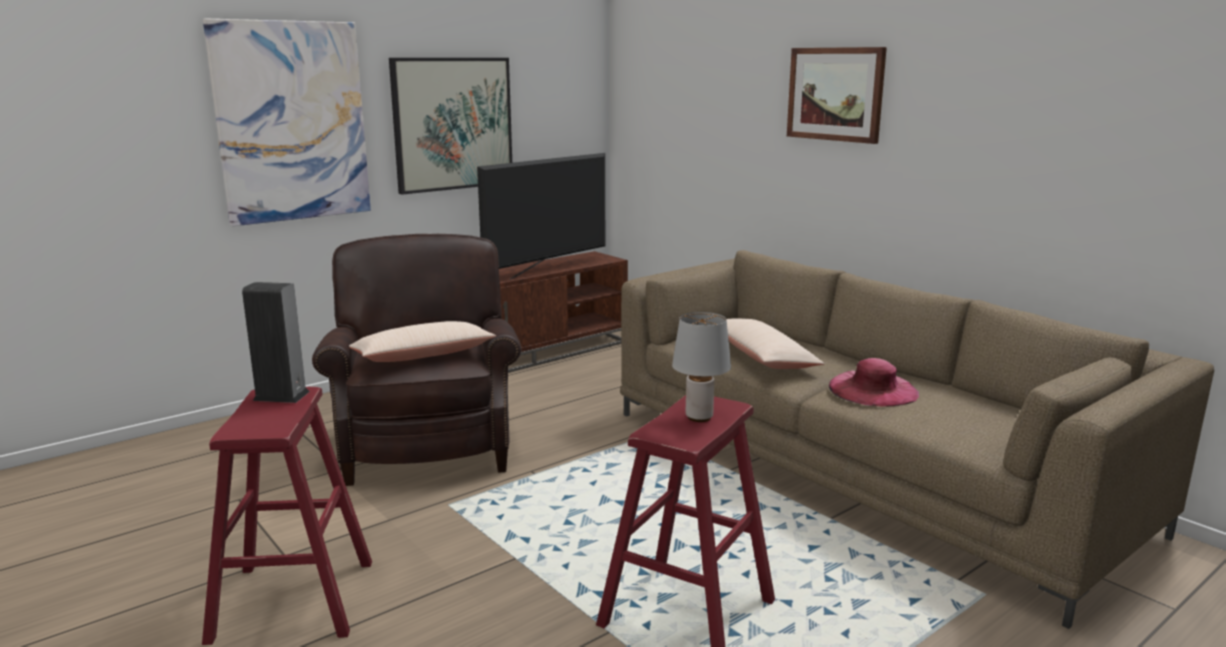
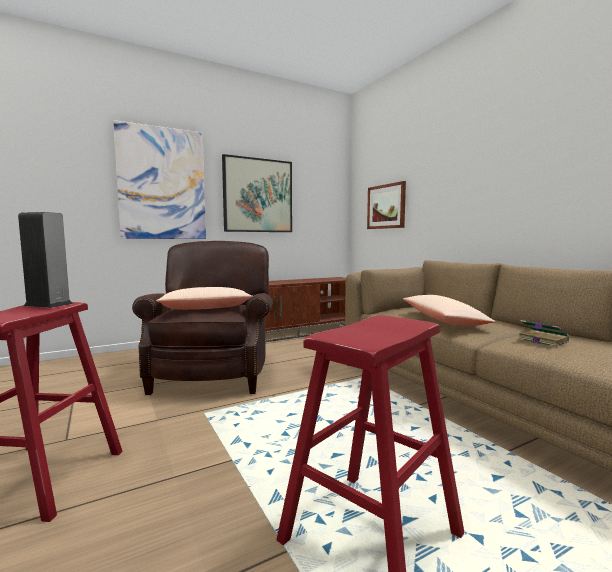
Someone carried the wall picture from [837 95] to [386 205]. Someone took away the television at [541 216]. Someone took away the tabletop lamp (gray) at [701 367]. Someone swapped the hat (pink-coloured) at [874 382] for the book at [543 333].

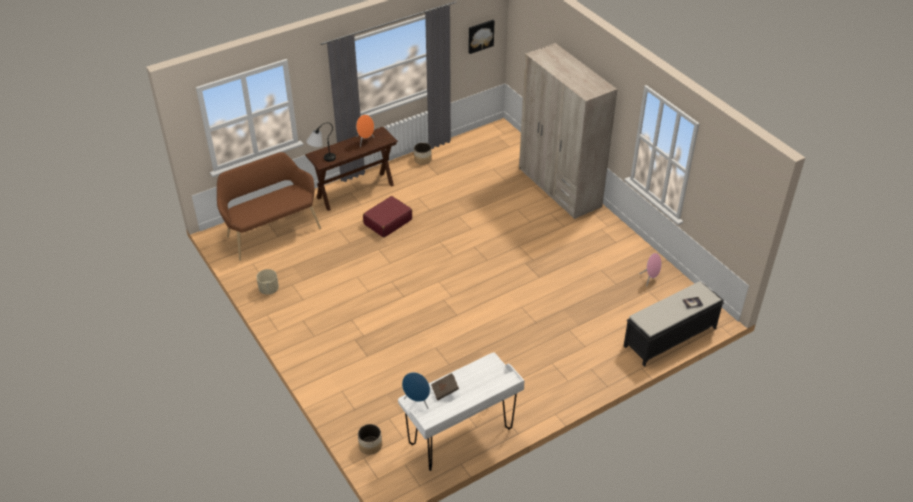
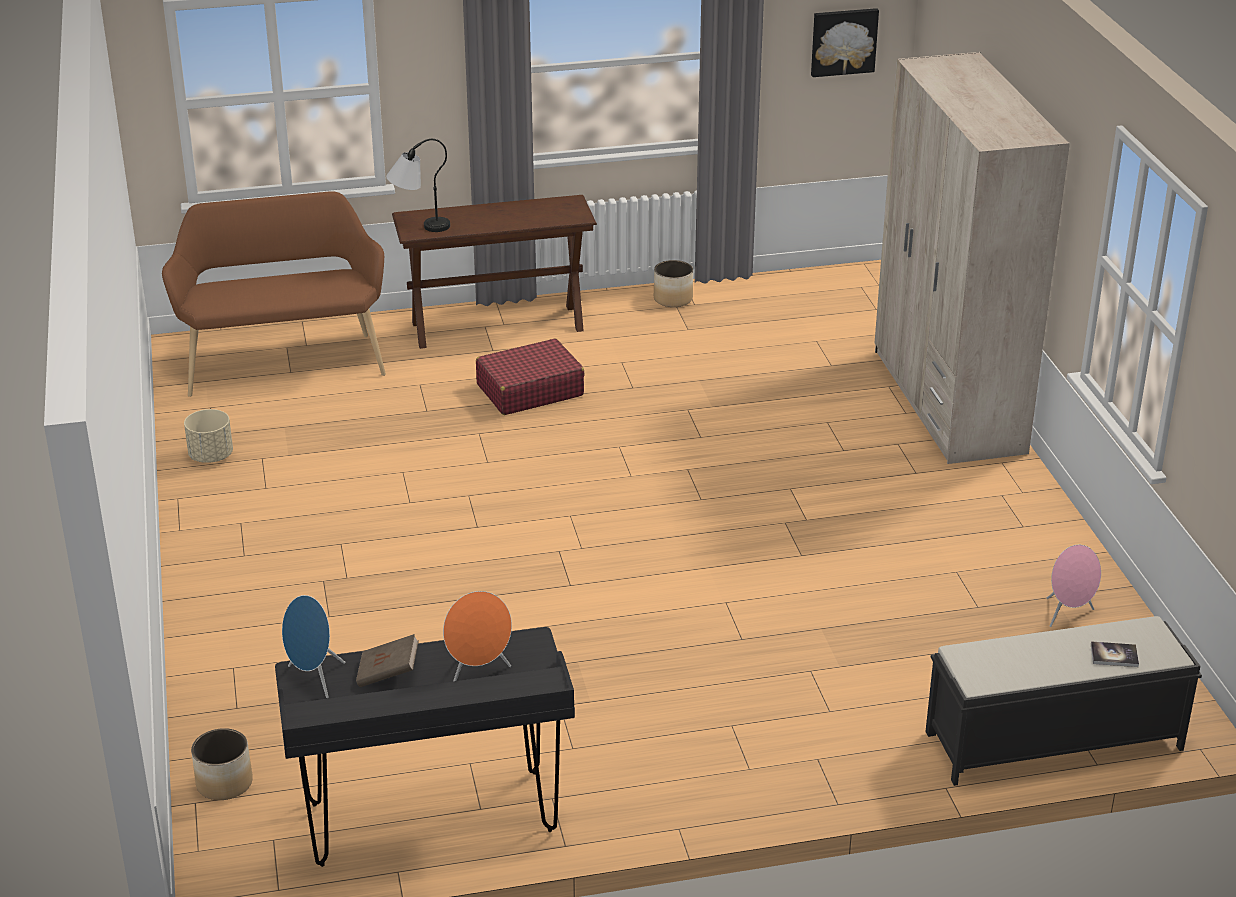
Someone carried the speaker (orange) from [365 131] to [477 636]. Someone repainted the desk (white) at [461 411], which became the desk (black-coloured) at [425 747].

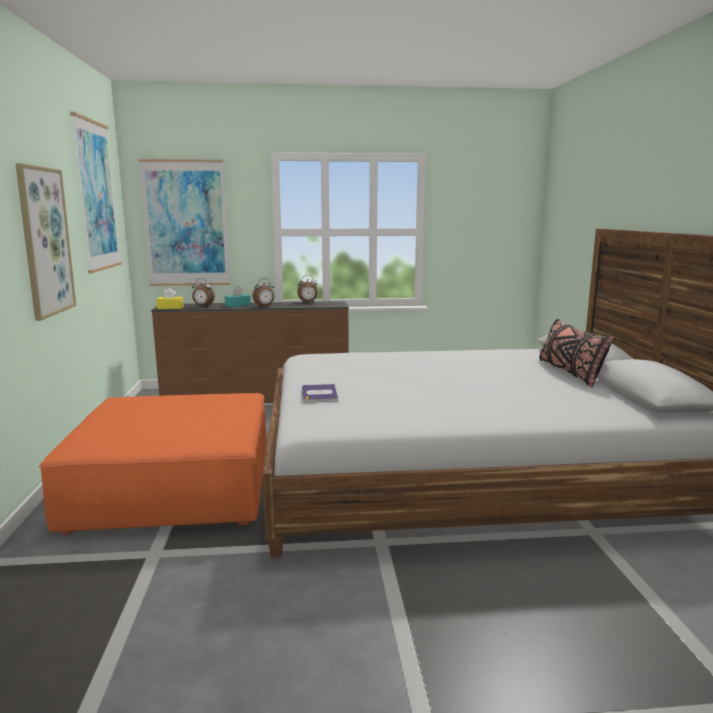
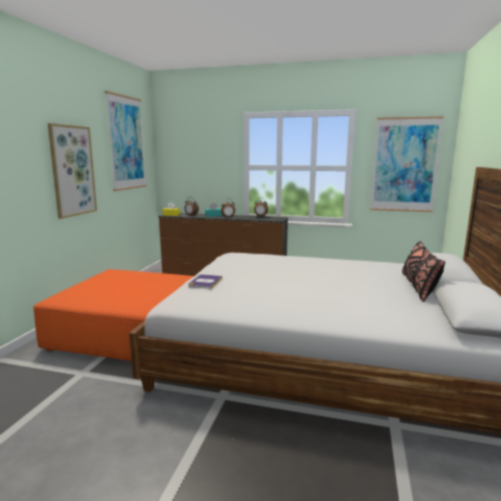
Someone carried the wall picture from [184 222] to [407 164].

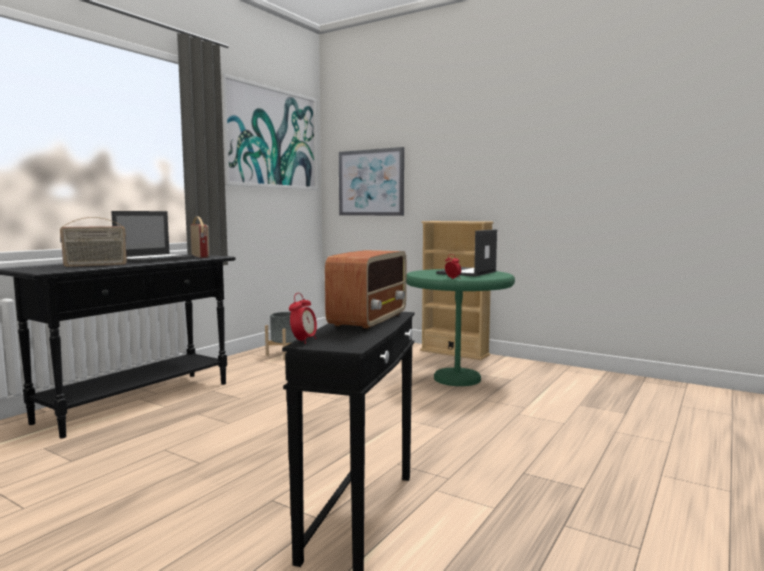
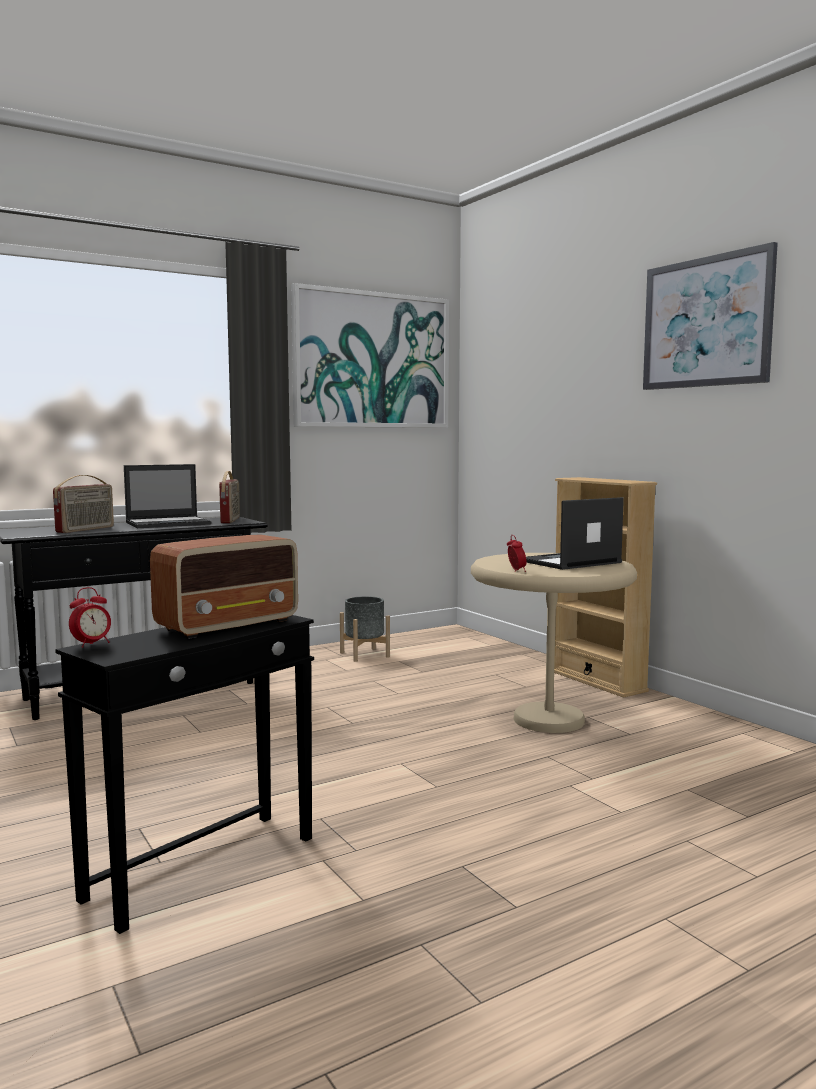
Someone carried the wall picture from [371 181] to [710 316]. Someone rotated the radio at [93 242] by 60 degrees counterclockwise. Someone repainted the accent table (green) at [460 327], which became the accent table (sand-coloured) at [554 643].

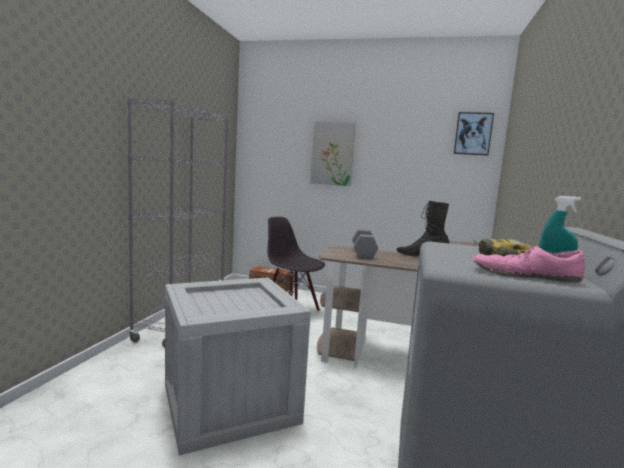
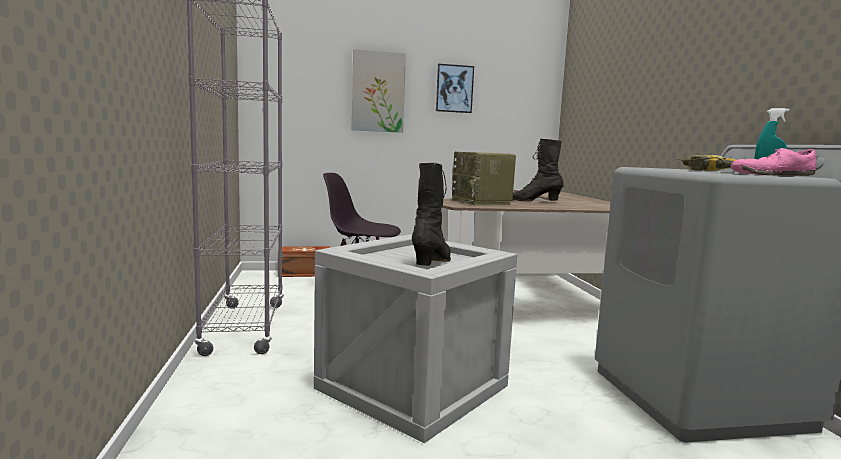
Someone carried the wall picture from [474 134] to [455 88]. Someone swapped the free weight (gray) at [365 244] for the radio at [484 178]. Someone put down the boot (black-coloured) at [431 214].

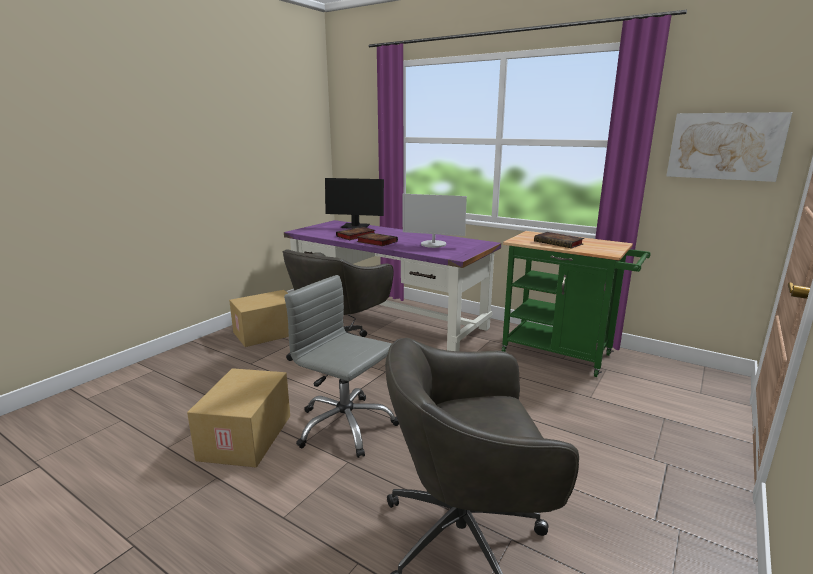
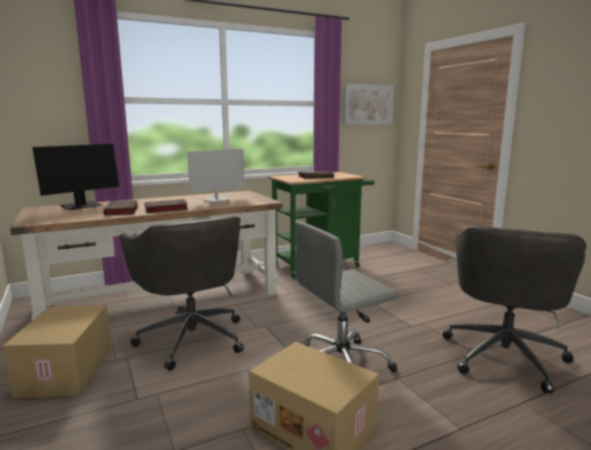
Someone repainted the desk (purple-coloured) at [392 285], which became the desk (brown-coloured) at [146 255].

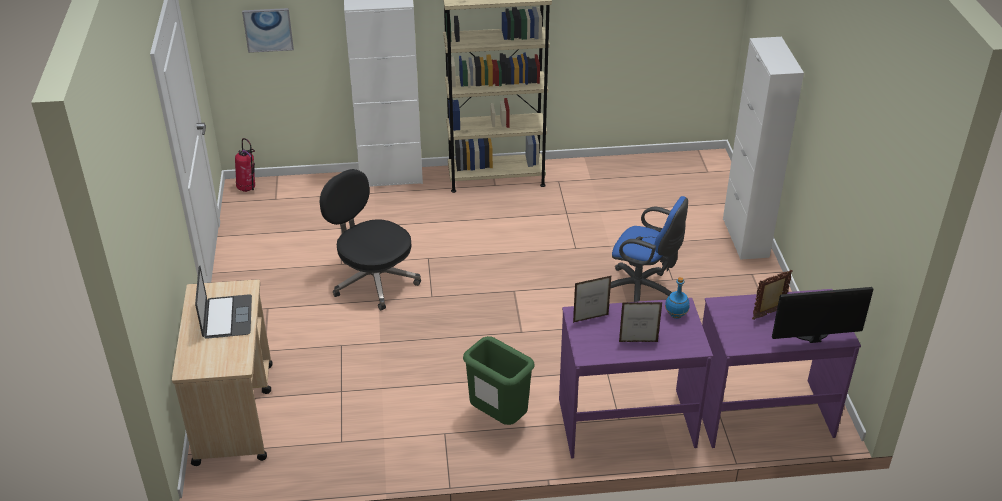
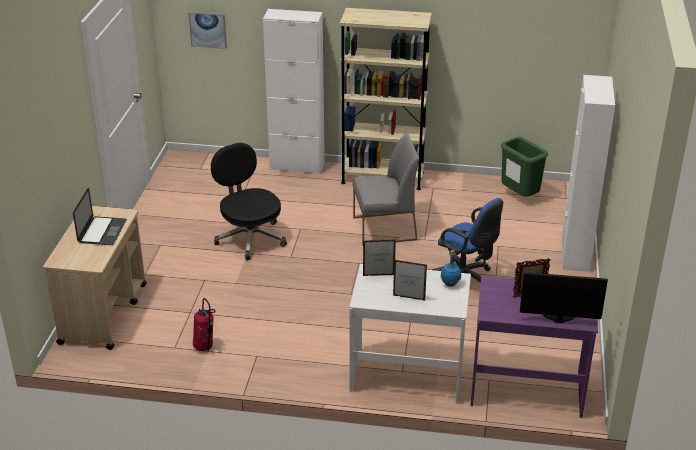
Someone carried the extinguisher from [245 165] to [204 324]. Someone repainted the desk (purple-coloured) at [636 378], which became the desk (white) at [410 334]. Someone carried the trash can (green) from [499 380] to [524 167]. Someone put down the plain chair (gray) at [385 189].

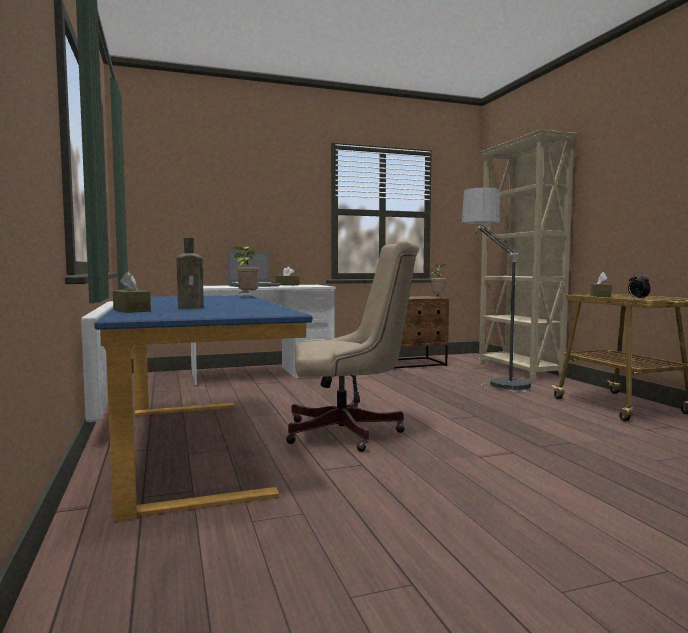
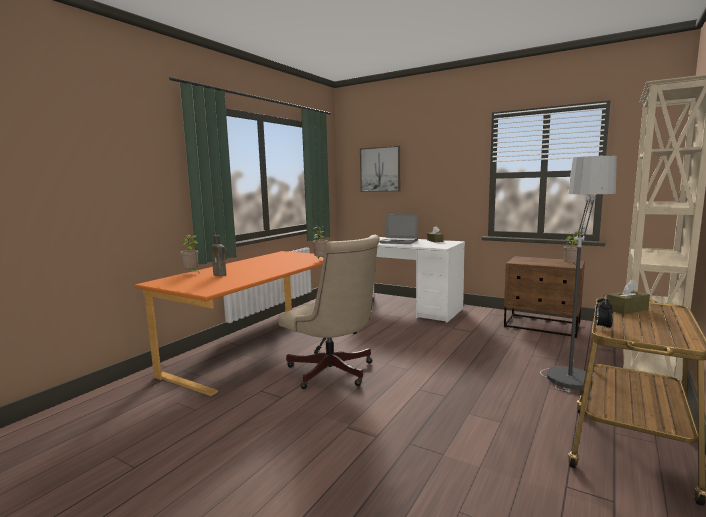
Someone swapped the tissue holder (brown-coloured) at [132 292] for the houseplant at [189 254]. Someone repainted the desk (blue-coloured) at [203 408], which became the desk (orange) at [229 323]. Someone put up the wall picture at [380 169].

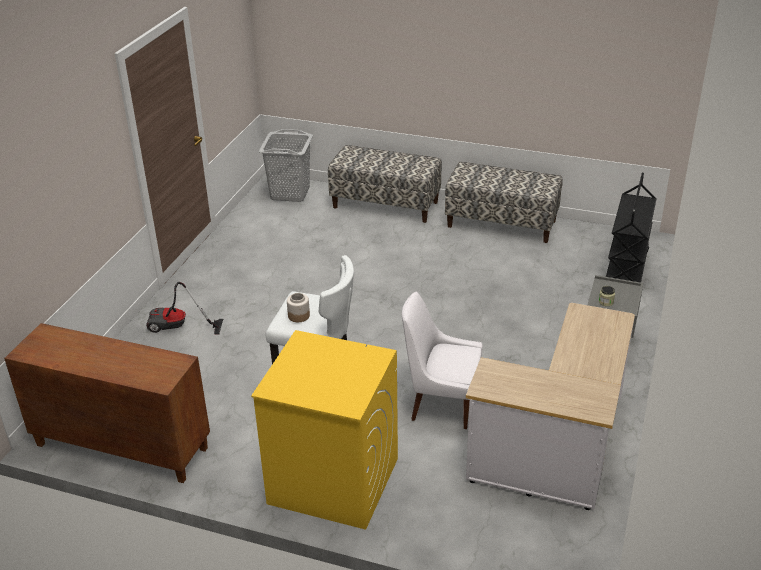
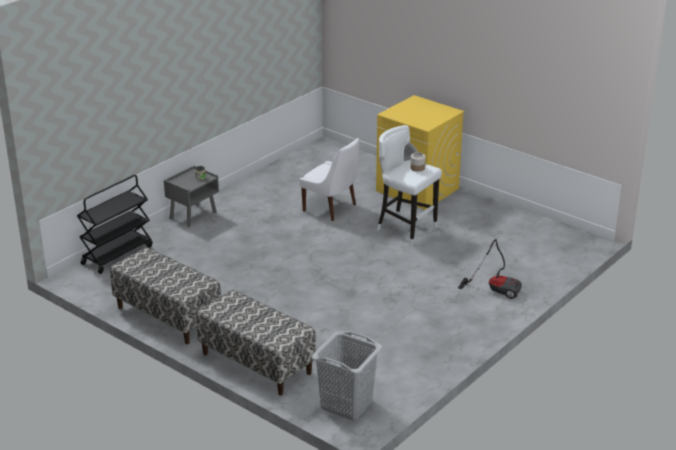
Someone took away the desk at [550 406]. Someone took away the cabinet (brown-coloured) at [107 403].

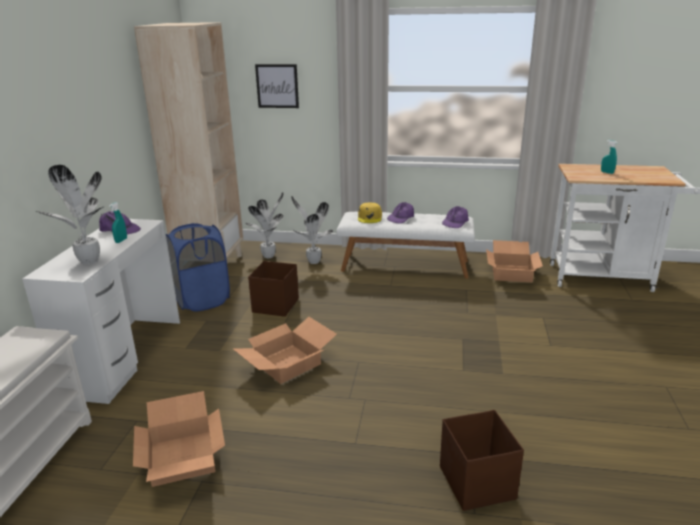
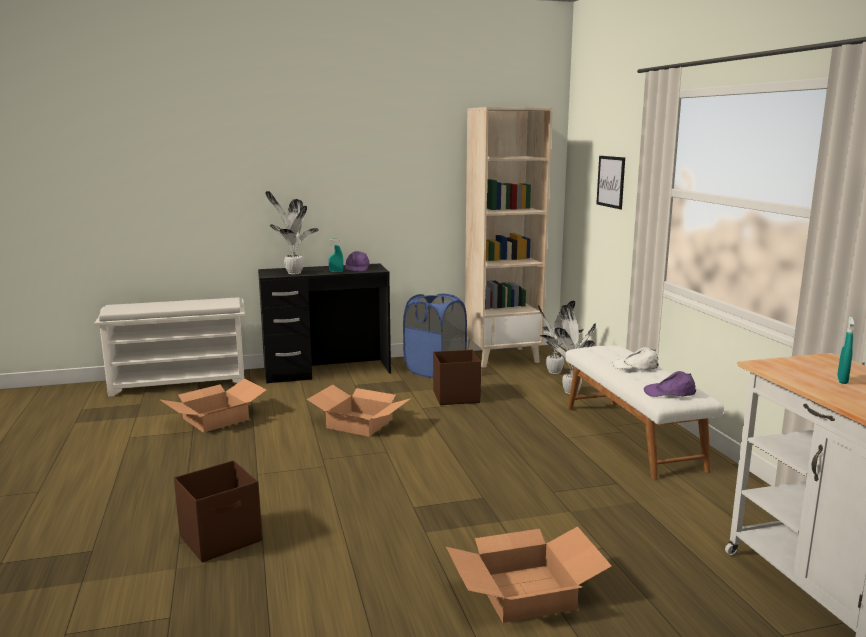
Someone repainted the cap (purple-coloured) at [400 212], which became the cap (white) at [636 358]. Someone took away the cap (yellowish) at [370 213]. Someone repainted the desk (white) at [101 311], which became the desk (black-coloured) at [324 323]. Someone carried the carton from [514 261] to [529 574].

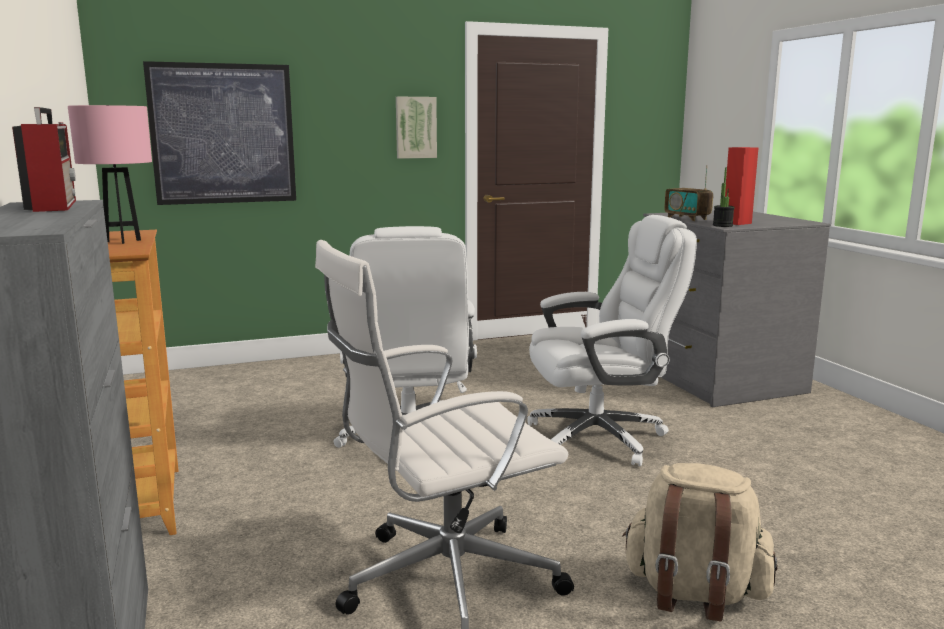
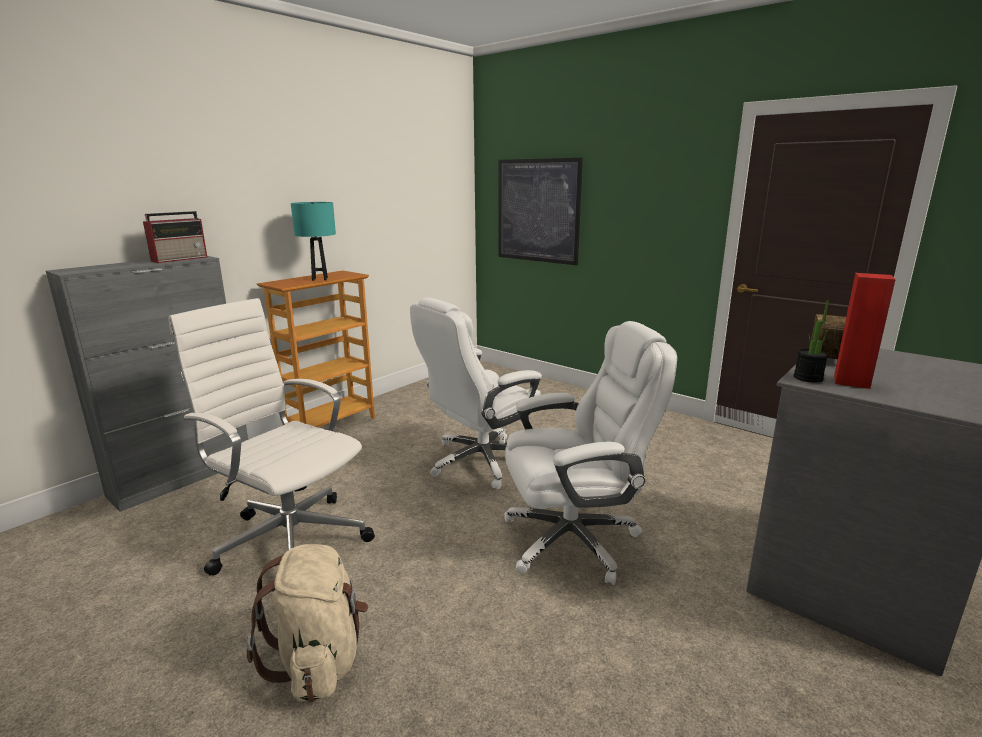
Someone took away the wall picture at [416 128]. Someone repainted the tabletop lamp (pink-coloured) at [110 174], which became the tabletop lamp (turquoise) at [313 241]. Someone rotated the desk chair (white) at [612 340] by 60 degrees counterclockwise.

